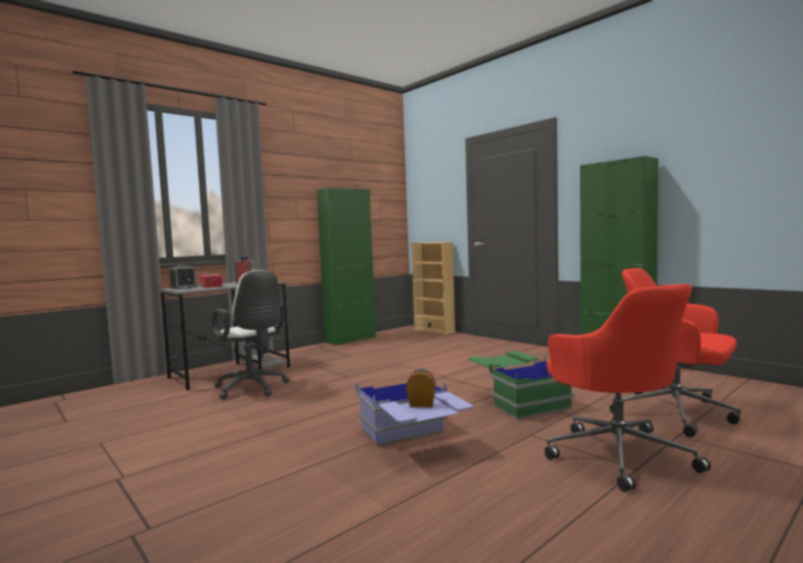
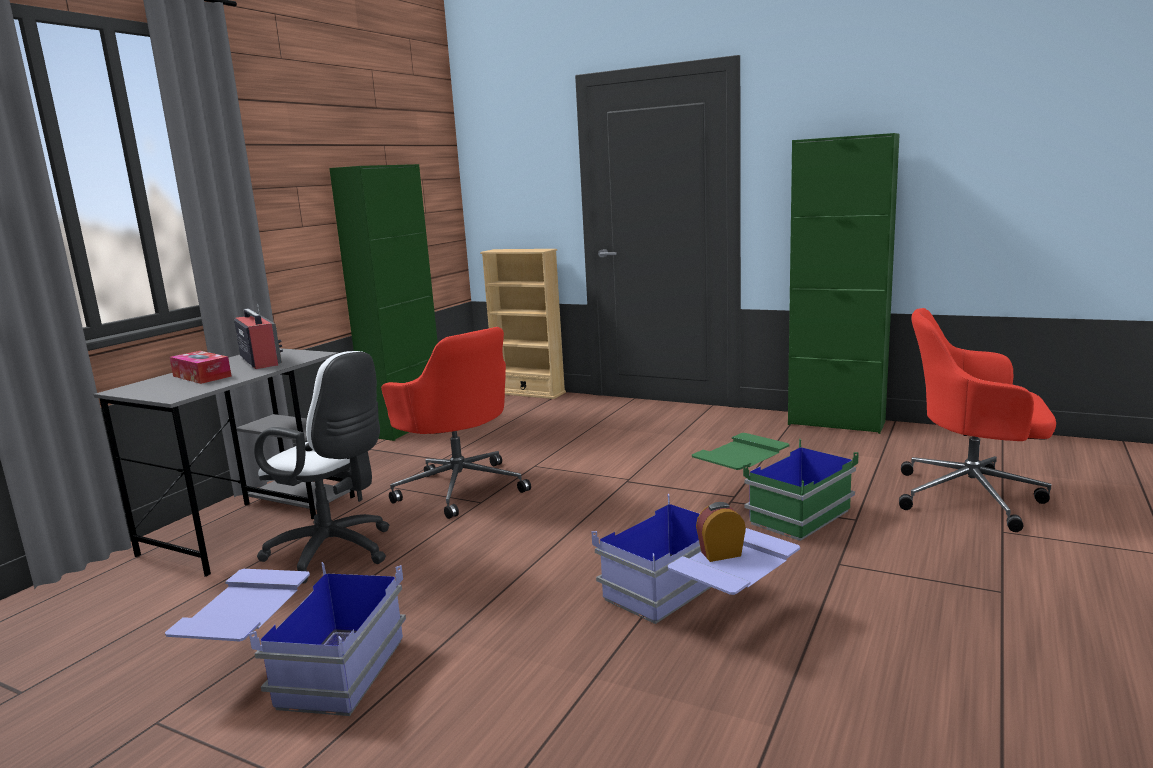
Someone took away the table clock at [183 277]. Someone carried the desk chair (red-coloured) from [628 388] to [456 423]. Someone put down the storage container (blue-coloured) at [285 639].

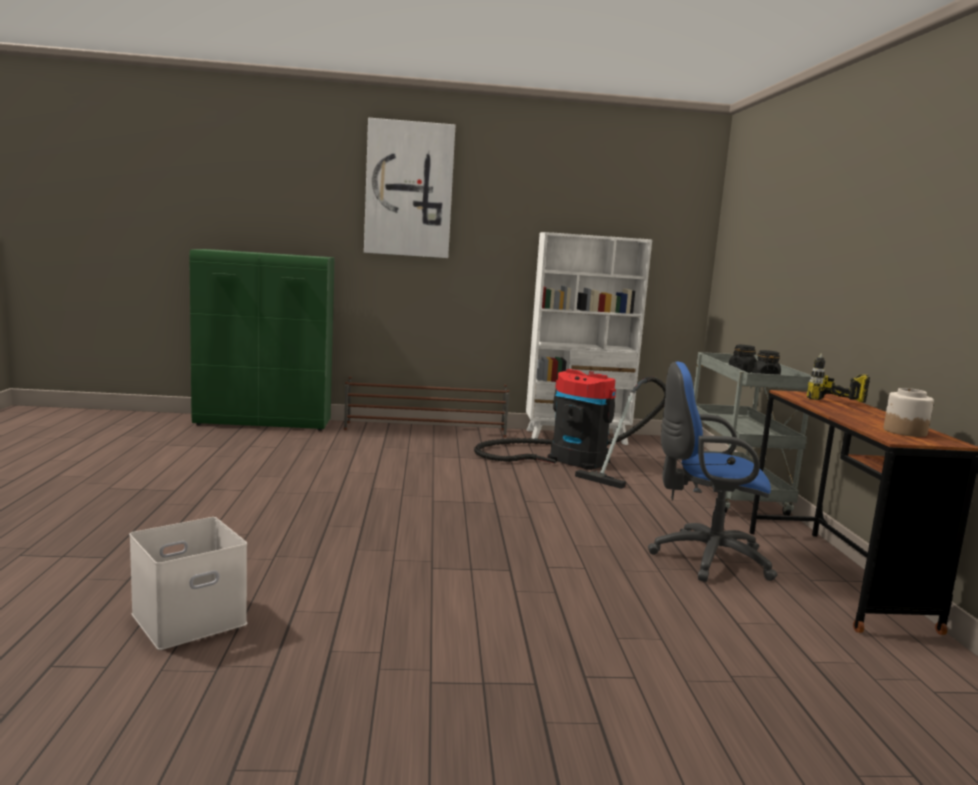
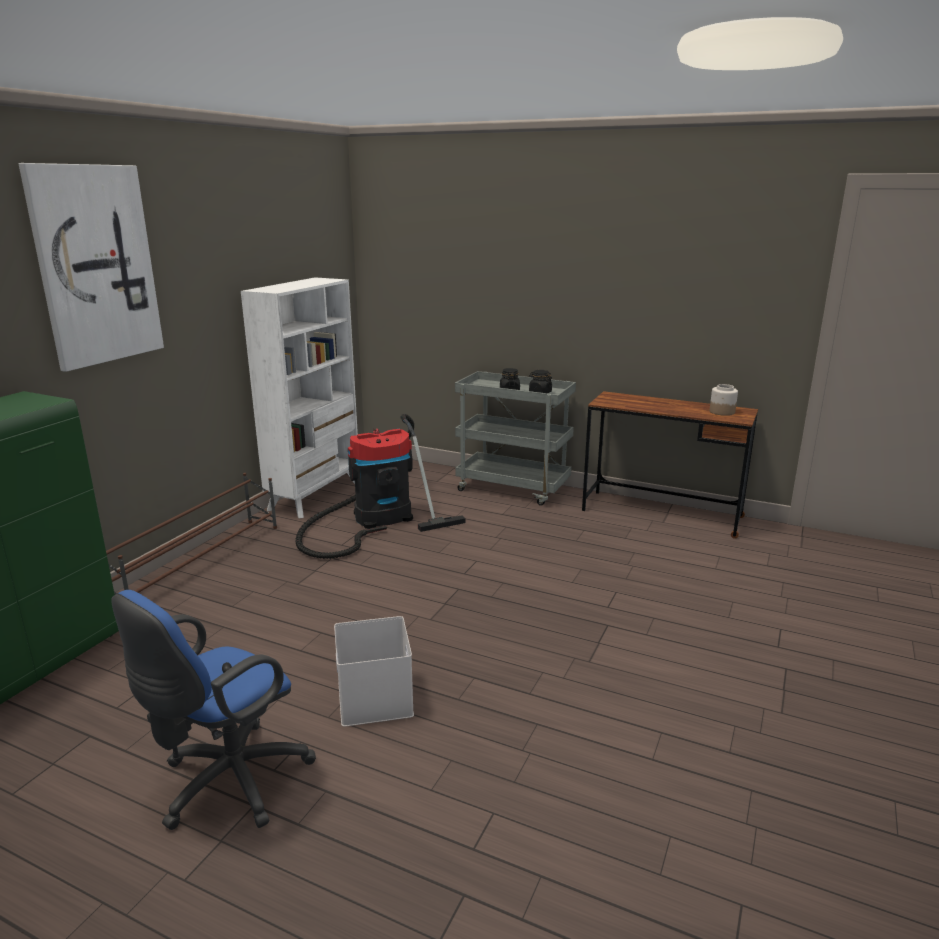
Someone took away the drill at [838 378]. Someone carried the desk chair (blue-coloured) from [712 472] to [213 710]. Someone carried the storage container (white) from [188 583] to [374 671].

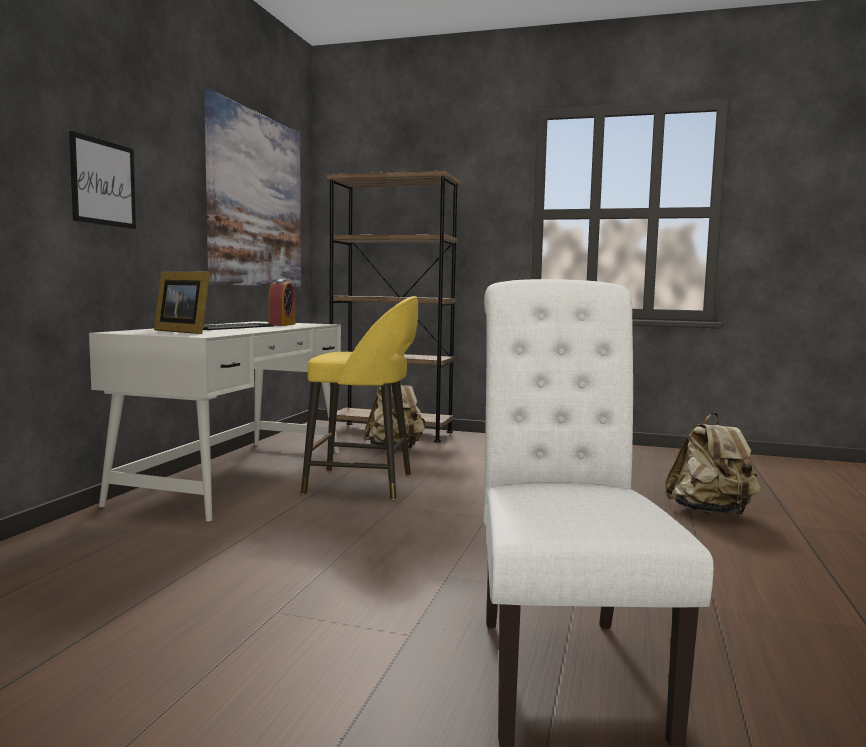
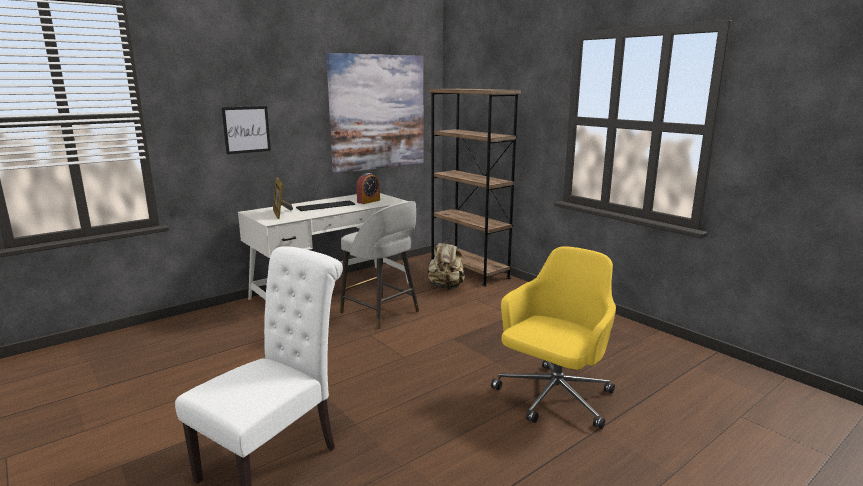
Someone repainted the sitting stool (yellowish) at [359 398], which became the sitting stool (gray) at [379 265]. Someone swapped the backpack (sand-coloured) at [713 463] for the desk chair (yellowish) at [553 338].

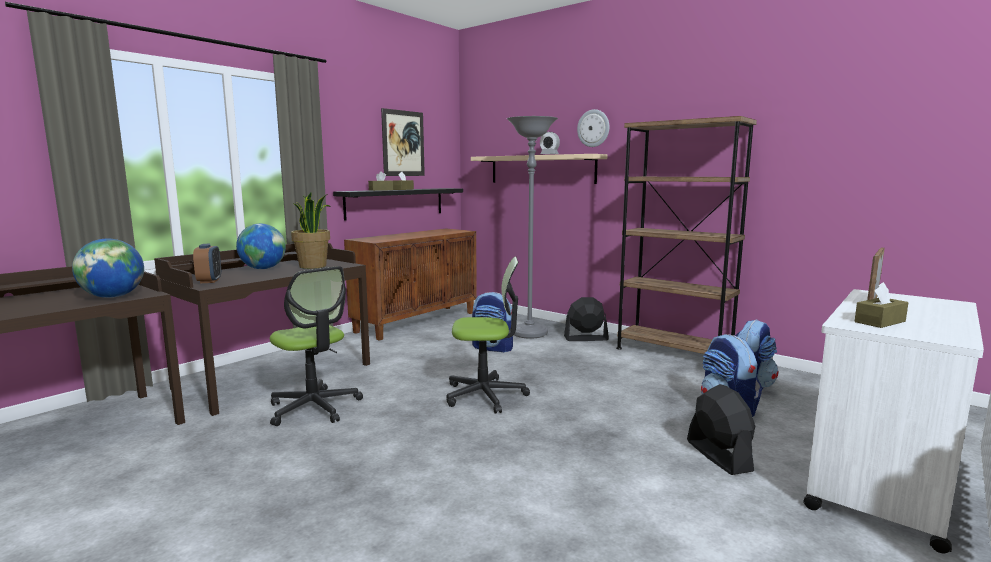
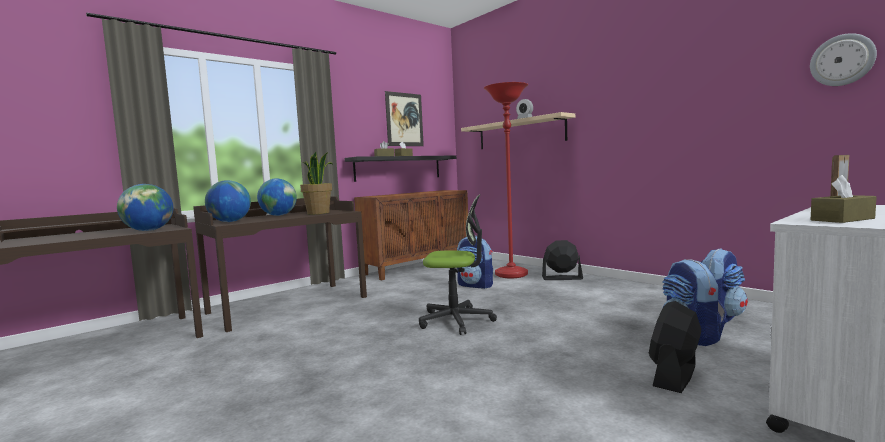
Someone carried the hanging clock from [593 128] to [843 59]. Someone repainted the floor lamp (gray) at [532 227], which became the floor lamp (red-coloured) at [506 180]. Someone took away the bookcase (brown-coloured) at [686 235]. Someone swapped the table clock at [207 263] for the world globe at [228 201]. Someone took away the desk chair at [316 346]. Someone rotated the fan (black-coloured) at [721 429] by 135 degrees counterclockwise.

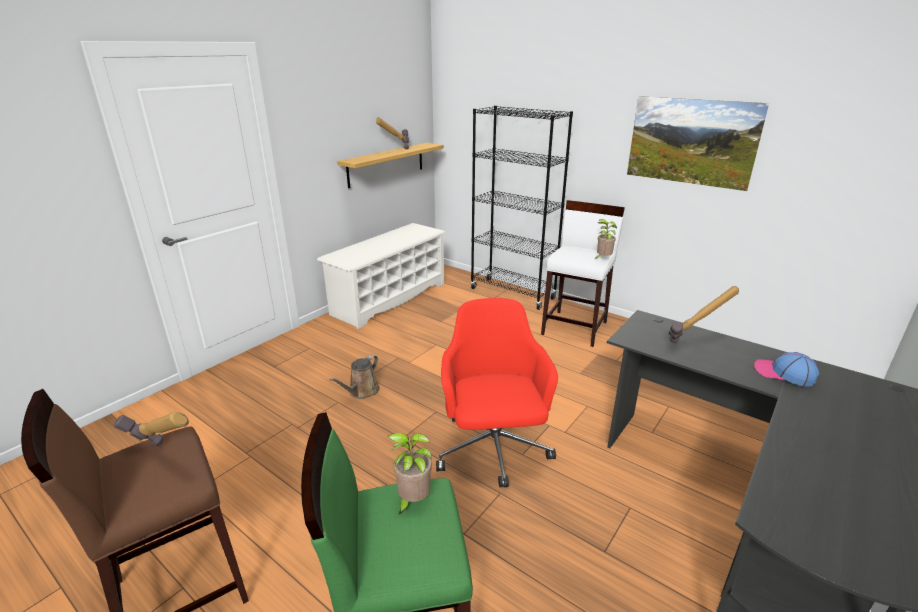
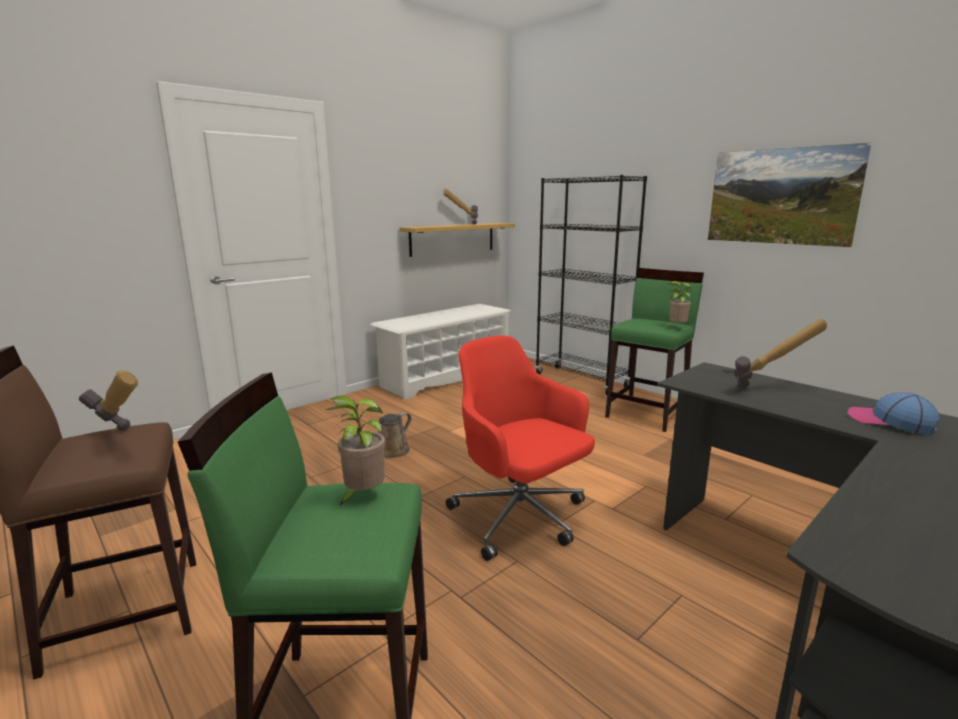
Someone repainted the sitting stool (white) at [583 273], which became the sitting stool (green) at [654 350]. Someone rotated the desk chair (red-coloured) at [497 392] by 45 degrees counterclockwise.

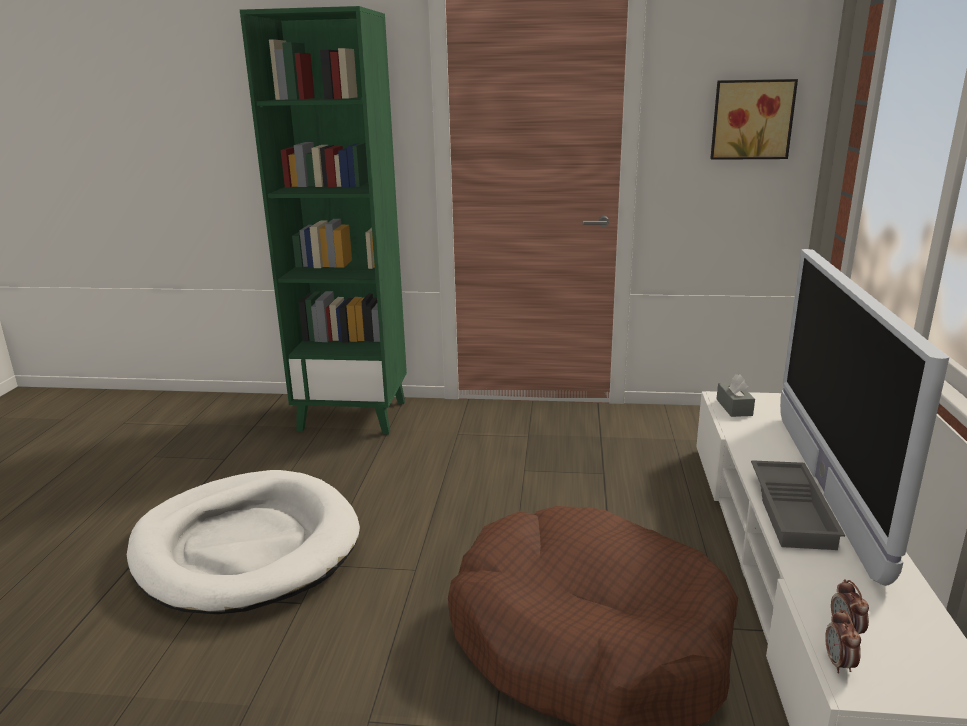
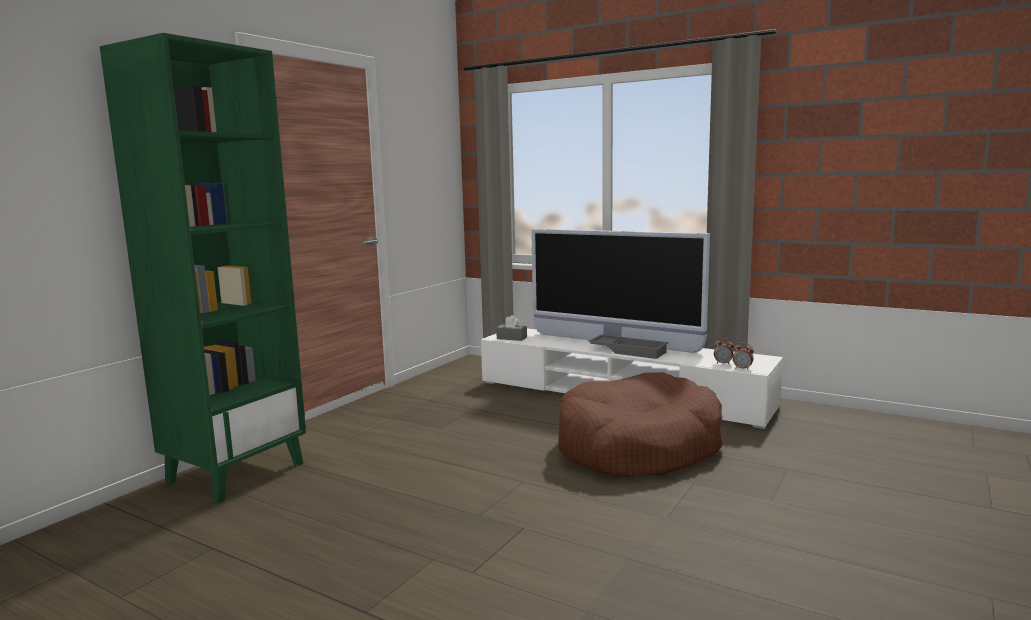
Someone took away the wall picture at [754 119]. Someone took away the dog bed (white) at [243 542].

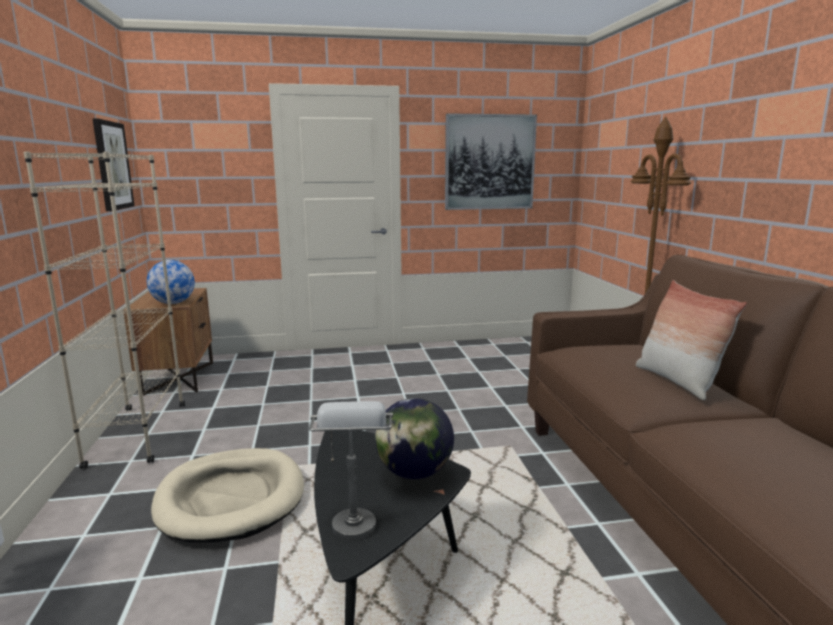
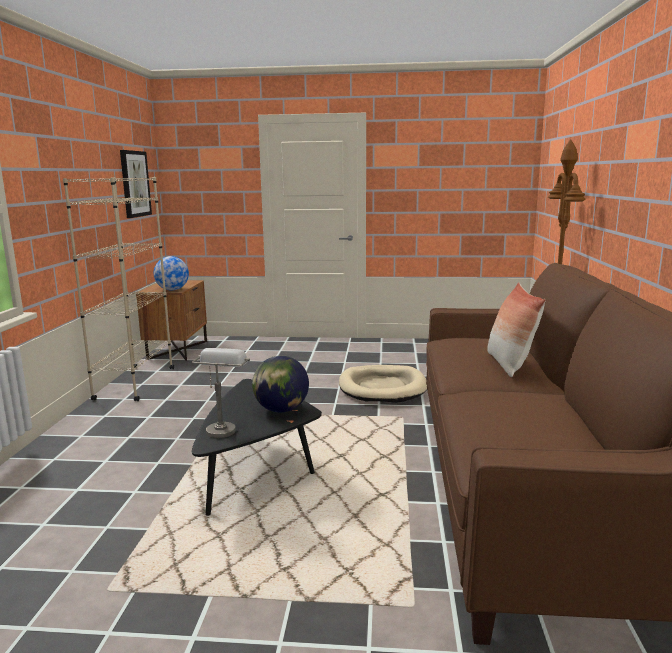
Someone took away the wall picture at [491 161]. Someone carried the dog bed (sand-coloured) from [227 495] to [383 384].

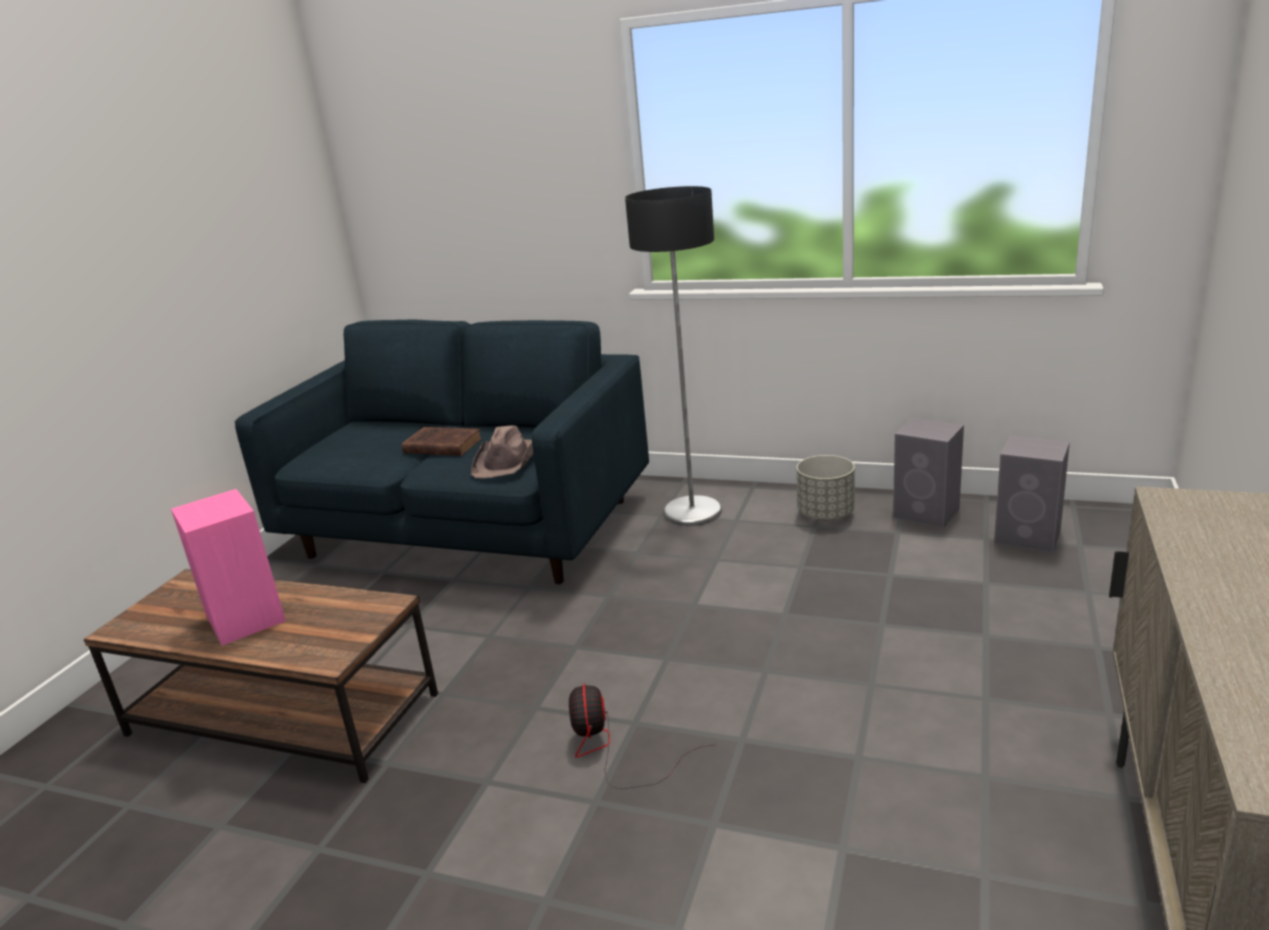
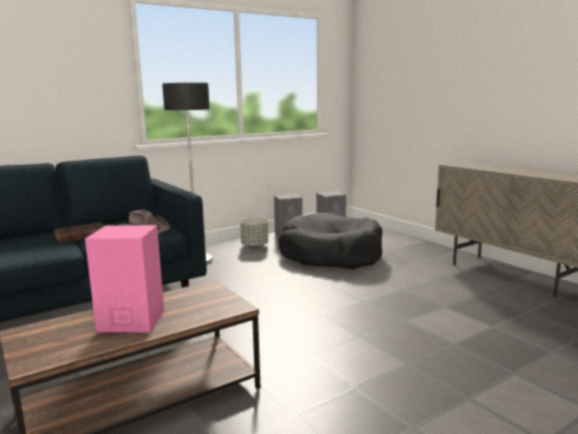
Someone took away the fan at [642 736]. Someone put down the dog bed (black-coloured) at [330 241].

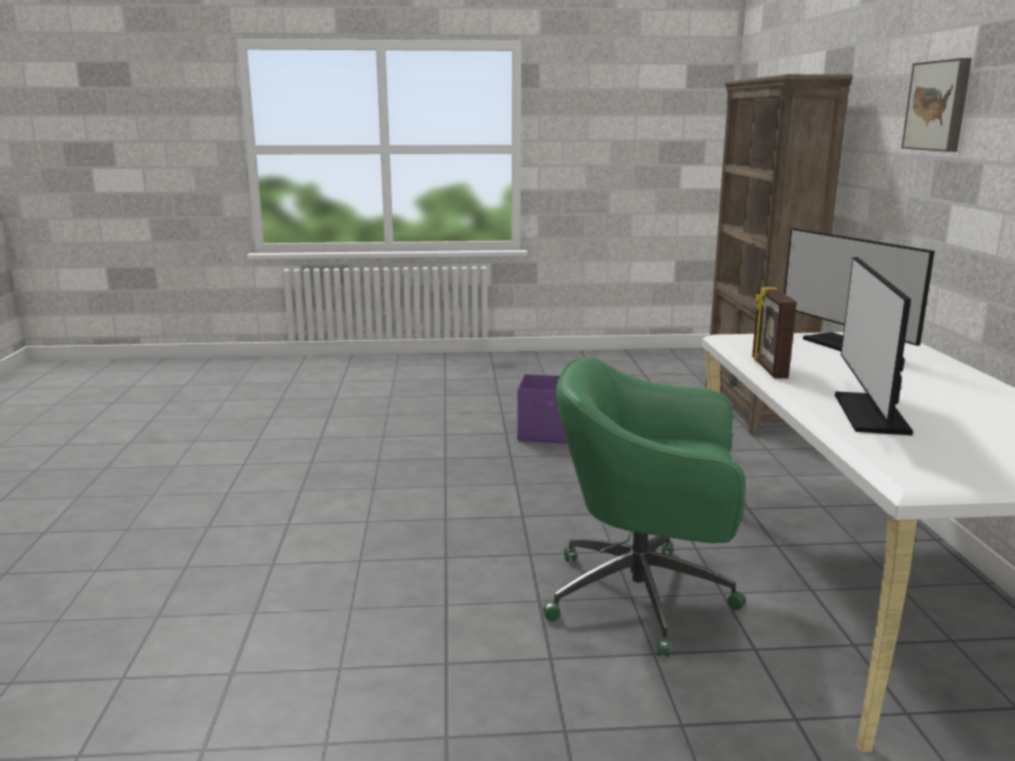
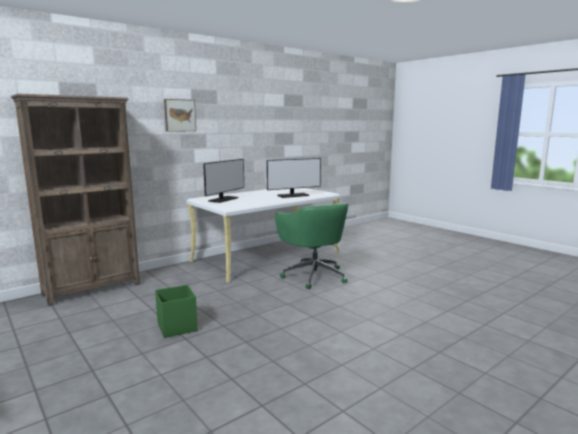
Someone took away the photo frame at [774 332]. Someone repainted the storage container (purple-coloured) at [542 409], which became the storage container (green) at [176 311].

